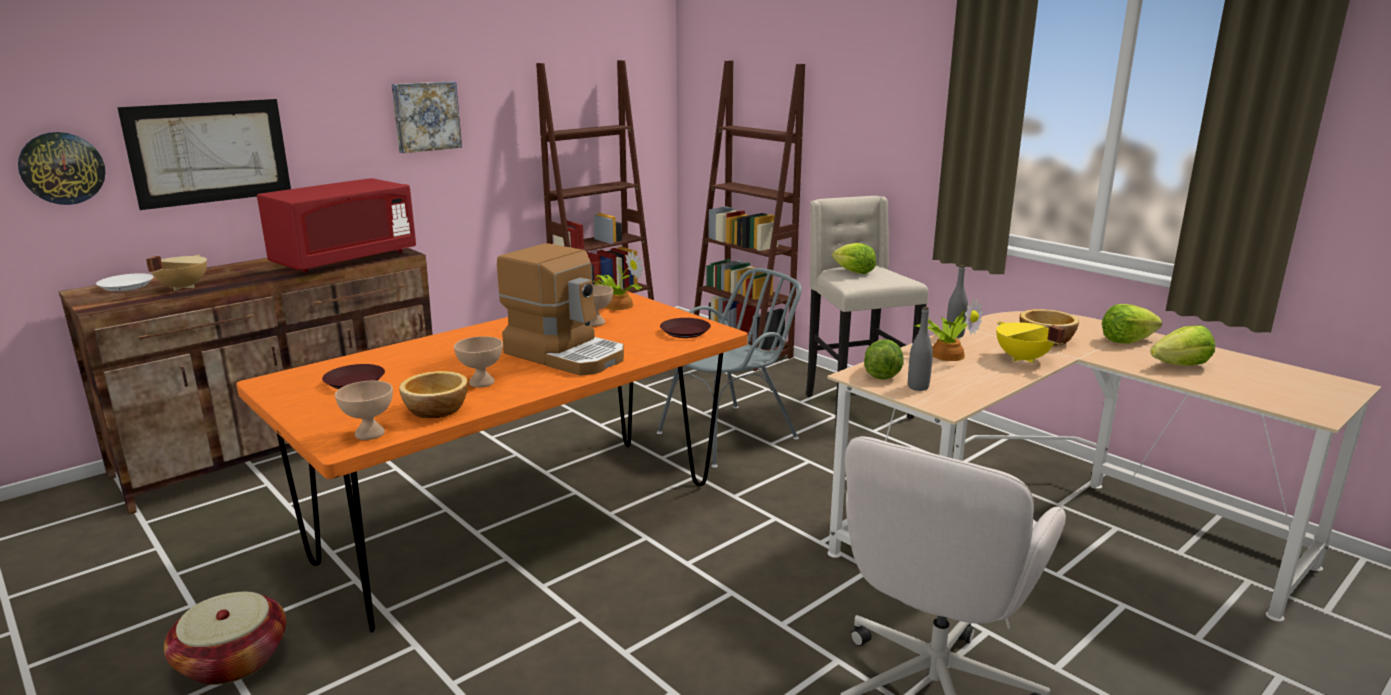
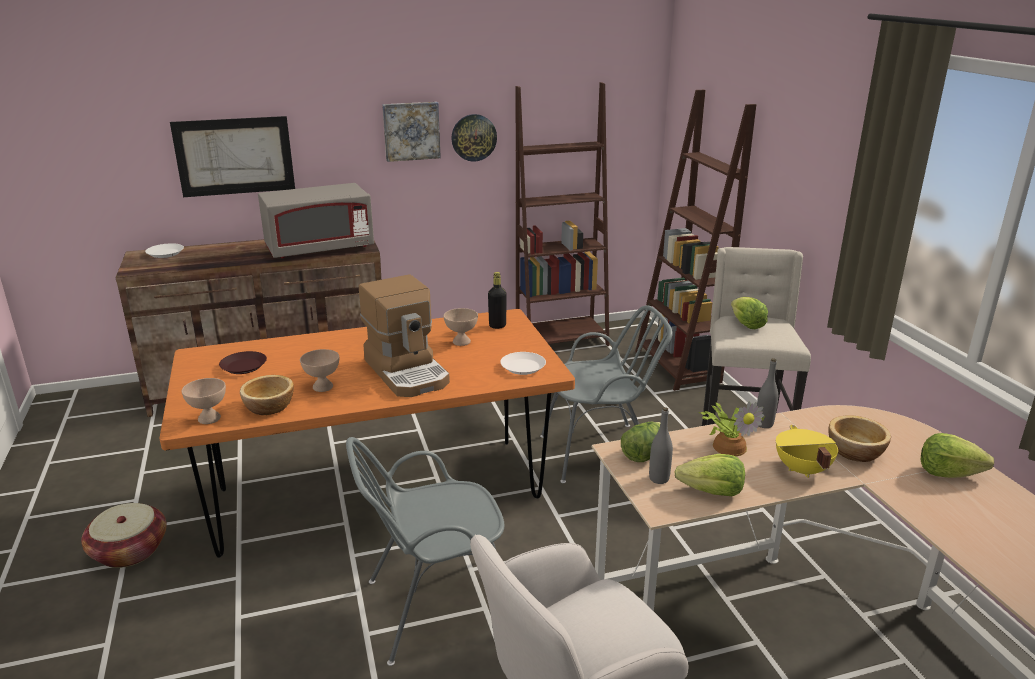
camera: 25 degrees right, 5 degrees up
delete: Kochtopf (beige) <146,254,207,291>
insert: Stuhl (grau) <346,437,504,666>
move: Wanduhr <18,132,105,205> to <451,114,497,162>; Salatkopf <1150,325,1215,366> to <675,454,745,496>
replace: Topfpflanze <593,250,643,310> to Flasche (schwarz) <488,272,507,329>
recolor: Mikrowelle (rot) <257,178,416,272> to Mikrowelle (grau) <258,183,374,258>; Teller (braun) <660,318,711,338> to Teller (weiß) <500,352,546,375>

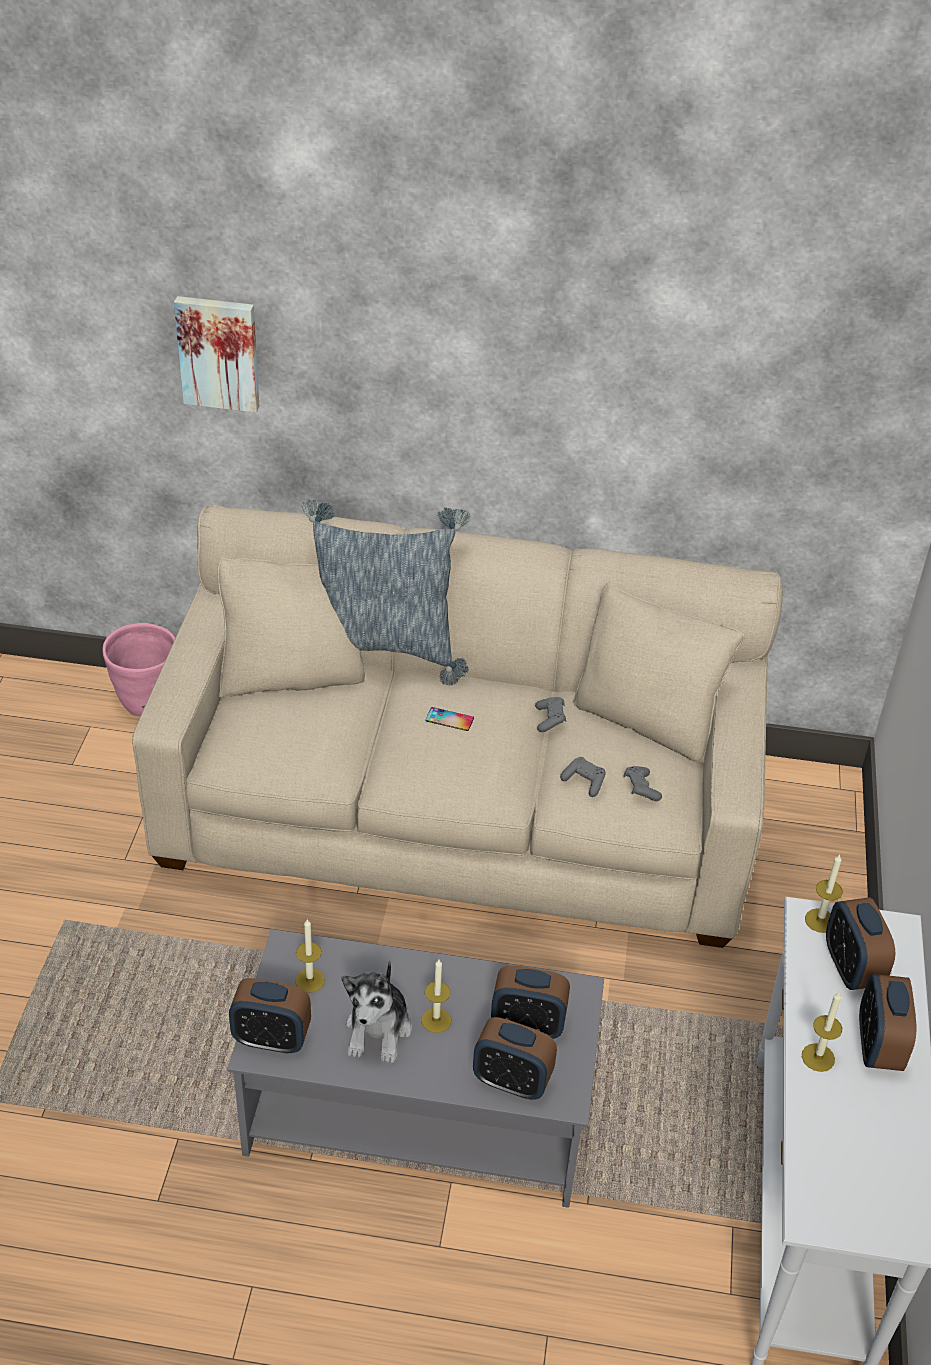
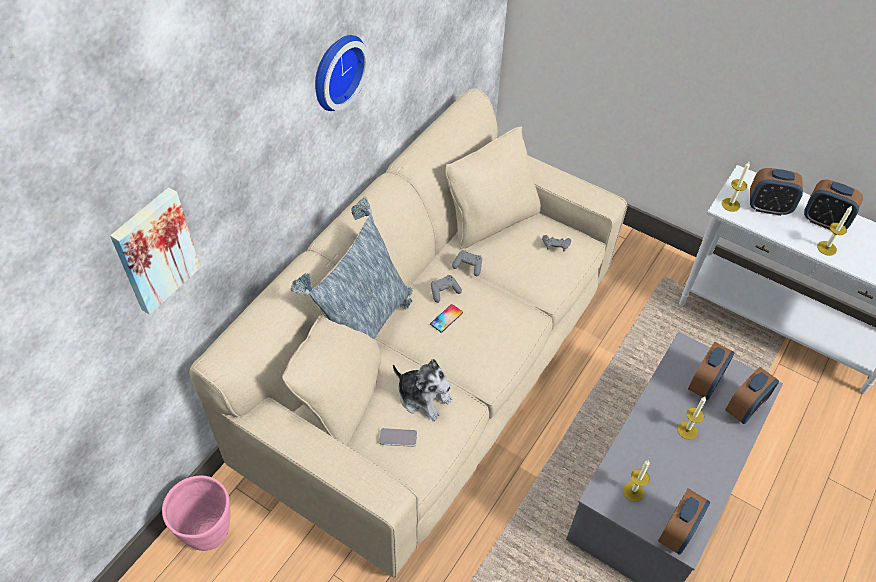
camera: 65 degrees left, 10 degrees up
insert: Wanduhr <315,35,369,111>; Handy <379,428,417,447>
move: Plüschtier <342,961,412,1063> to <393,359,453,421>; Gamepad (grau) <560,757,606,797> to <431,275,462,303>

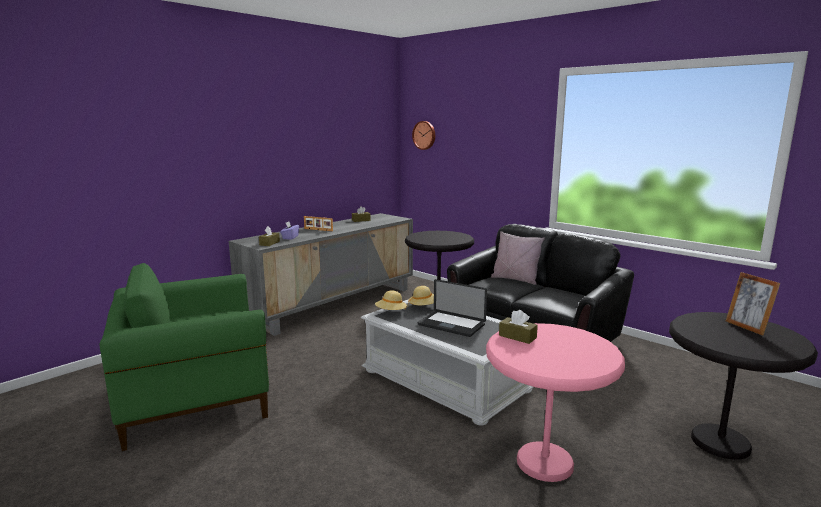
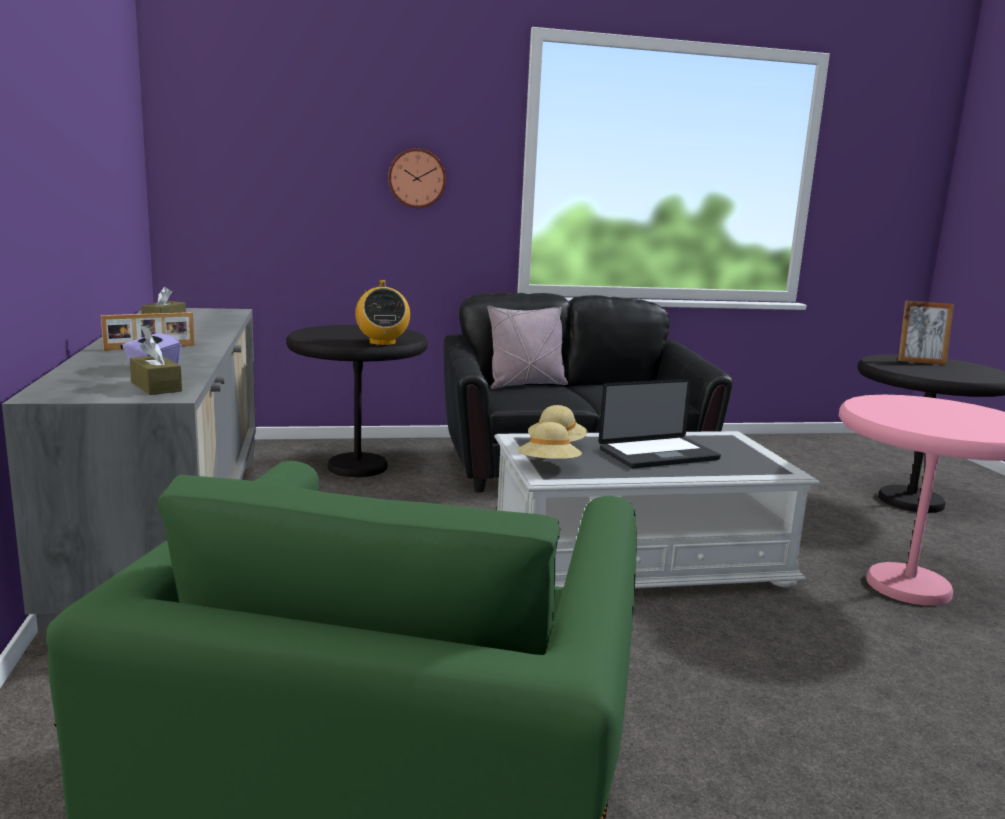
camera: 55 degrees left, 0 degrees up
delete: Taschentuchbox (braun) <499,310,538,344>
insert: Radio <355,280,410,346>
move: Wanduhr <412,121,435,150> to <388,148,446,208>

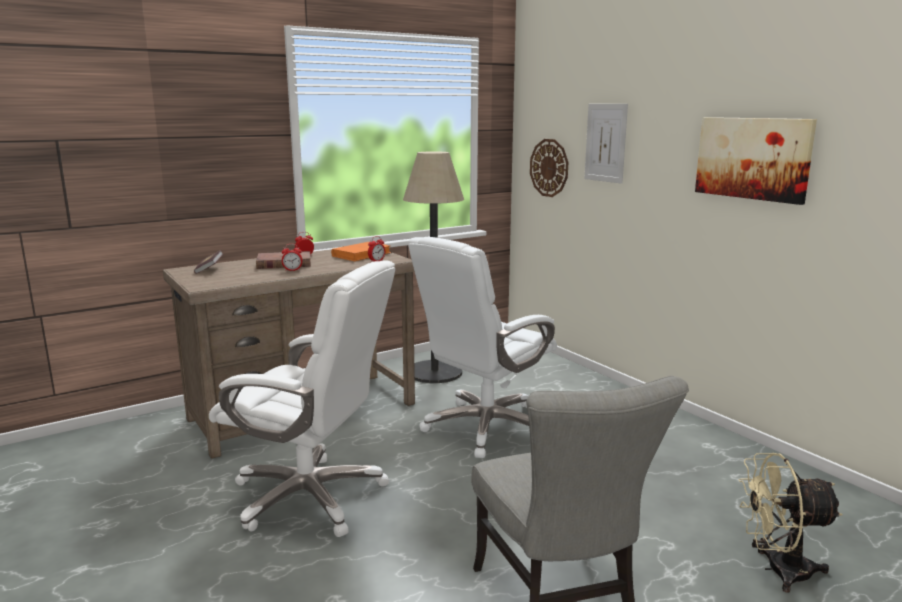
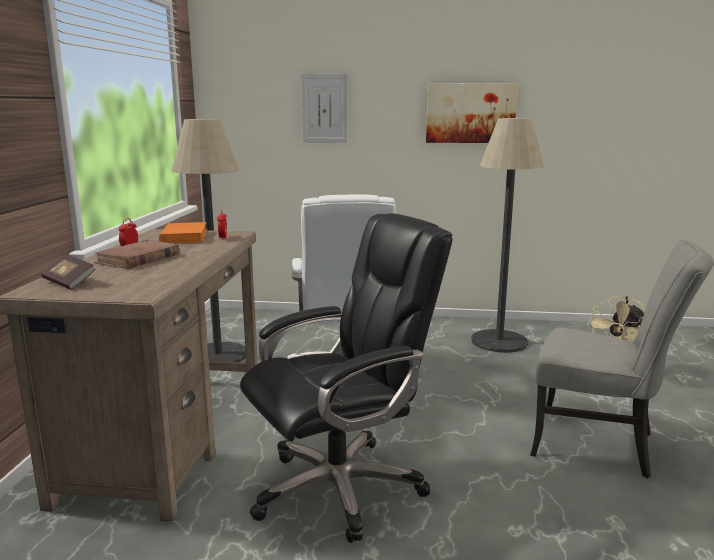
camera: 50 degrees left, 0 degrees up
delete: Wecker <282,244,303,271>; Wanduhr <530,139,568,197>
insert: Stehlampe <471,118,544,353>
recolor: Bürostuhl (weiß) <209,260,395,537> to Bürostuhl (schwarz) <240,213,453,543>

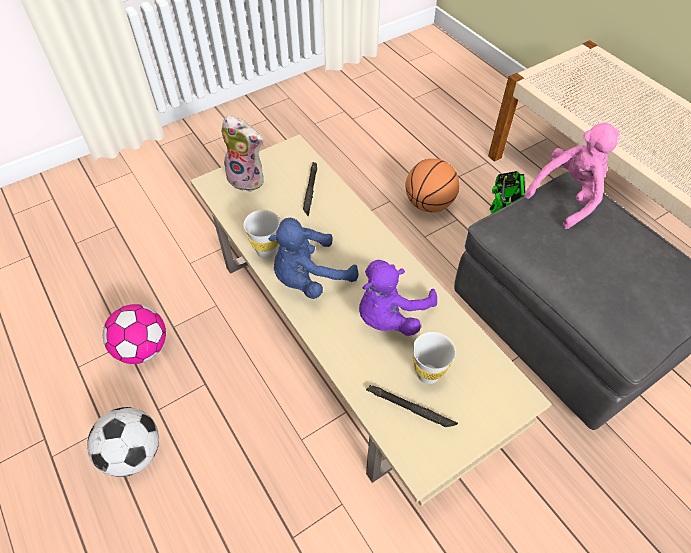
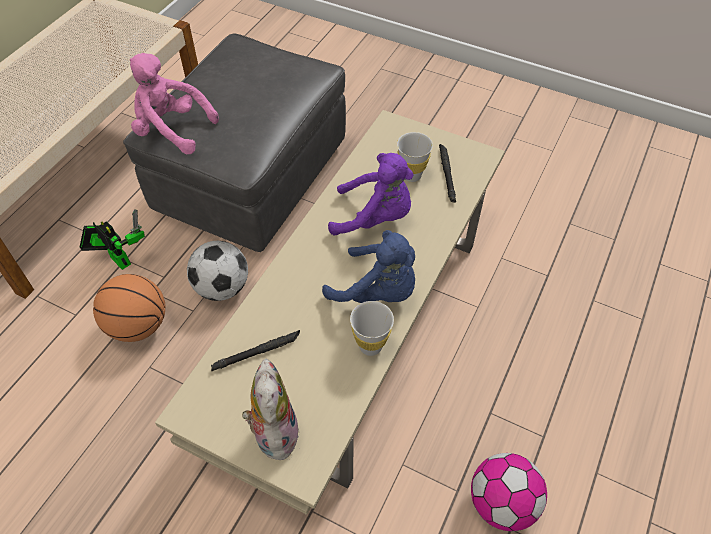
camera: 120 degrees left, 0 degrees up
move: Fußball <87,407,159,477> to <187,241,248,301>

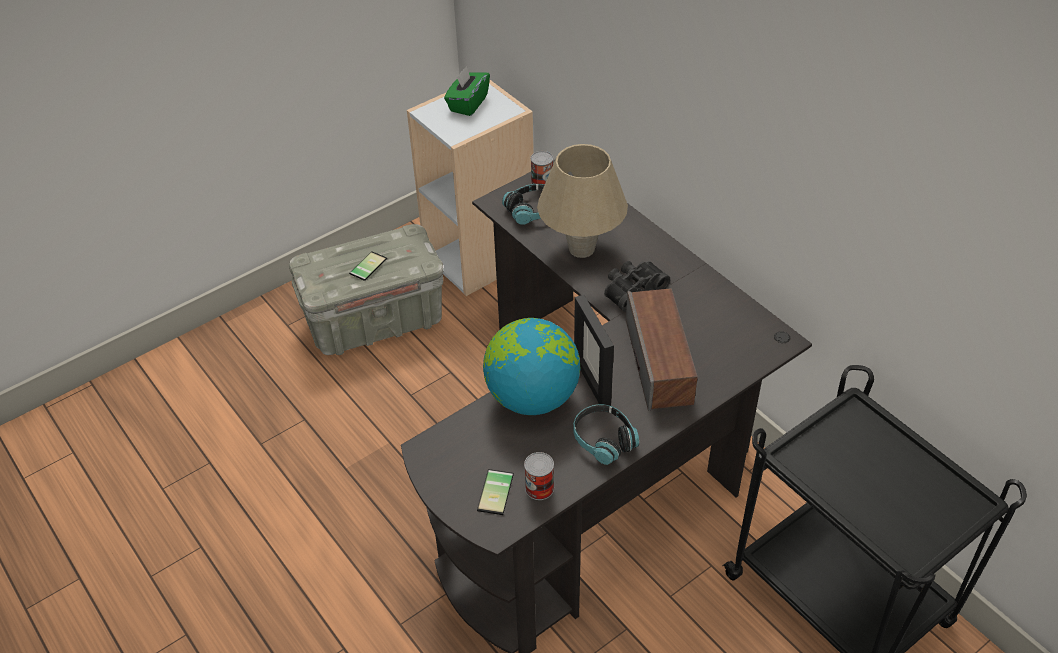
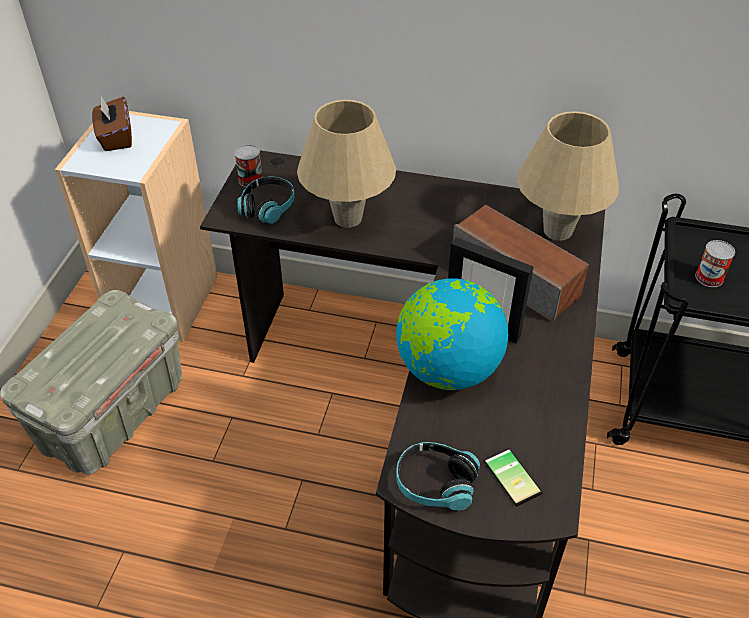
camera: 40 degrees left, 0 degrees up
delete: Handy <349,251,387,281>; Fernglas (schwarz) <604,261,670,312>
insert: Tischlampe (beige) <517,111,619,241>
move: Dose <524,452,554,500> to <695,240,735,287>; Kopfhörer <573,404,639,465> to <396,442,480,511>
recolor: Taschentuchbox (grün) <444,66,490,116> to Taschentuchbox (braun) <92,96,132,151>

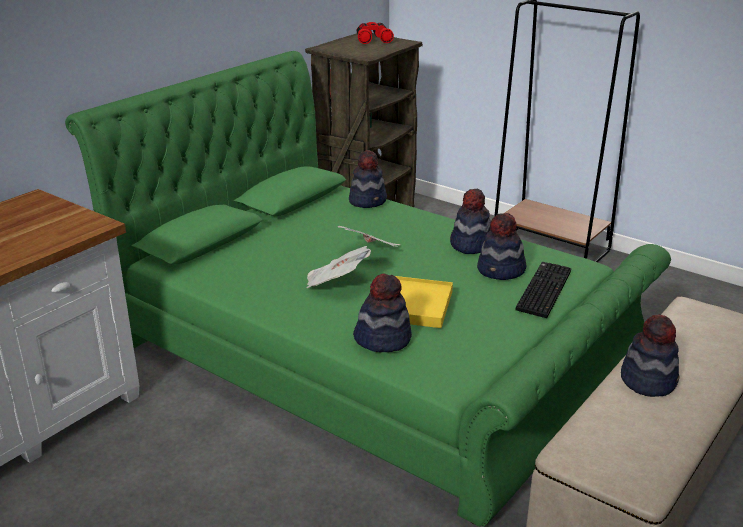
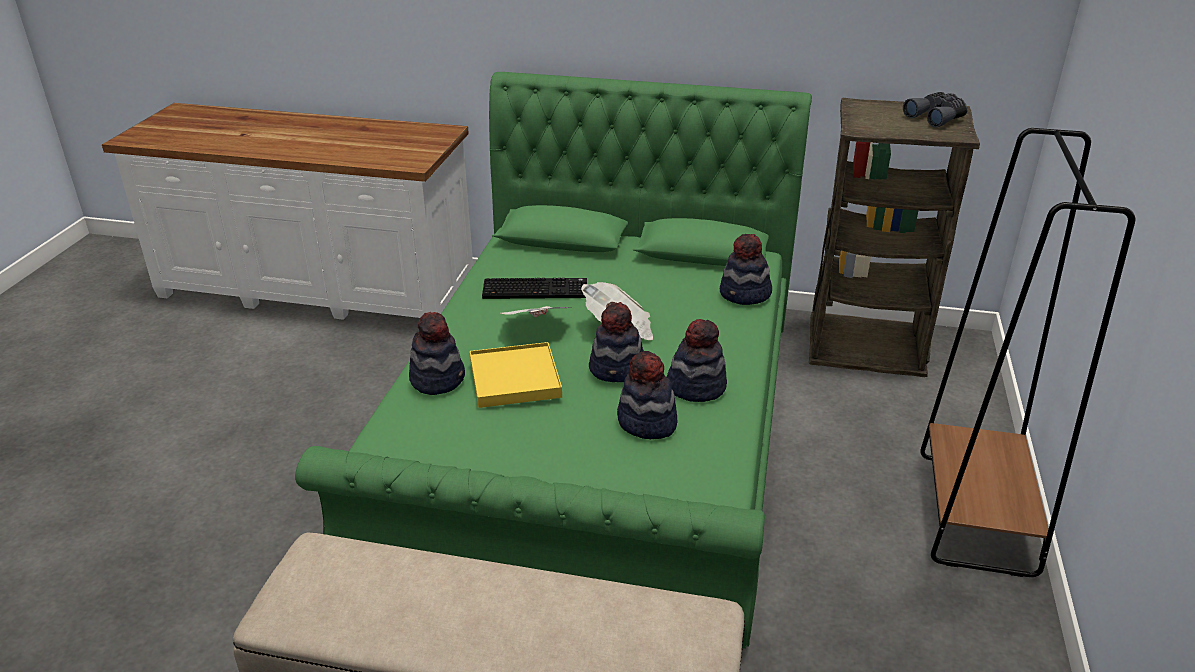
camera: 65 degrees right, 5 degrees up
move: Tastatur <515,262,571,318> to <482,278,587,299>; Hut <621,314,679,397> to <589,302,644,382>
recolor: Fernglas (rot) <357,22,394,44> to Fernglas (grau) <903,92,968,127>

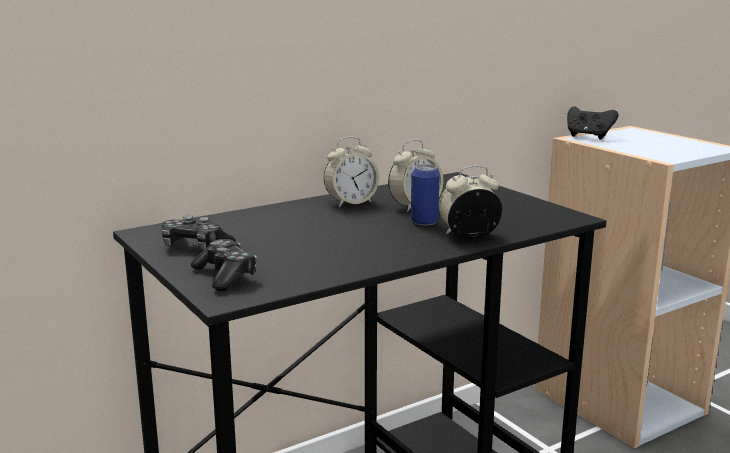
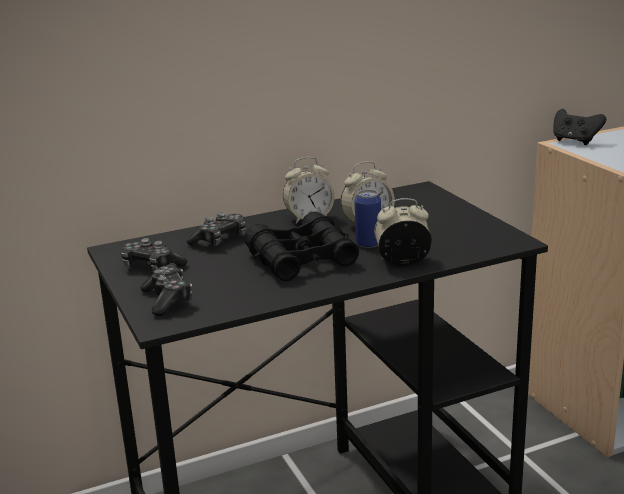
camera: 10 degrees right, 5 degrees up
insert: Gamepad <187,213,246,246>; Fernglas (schwarz) <245,212,359,281>

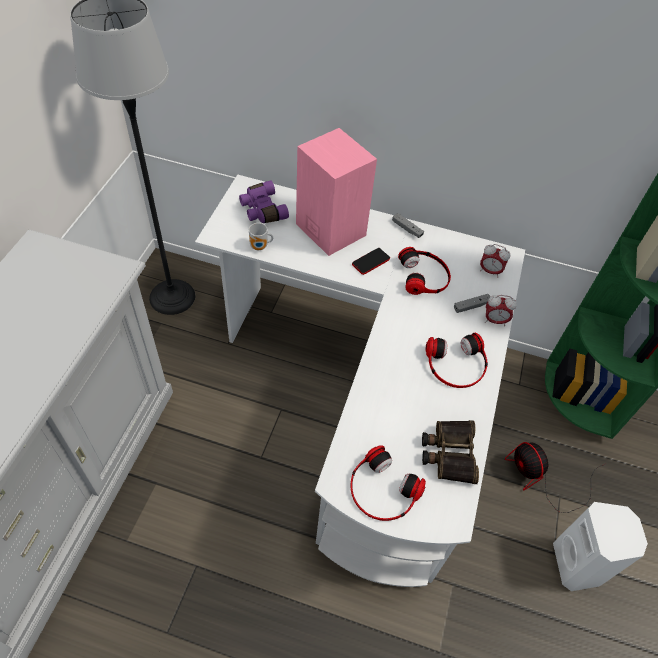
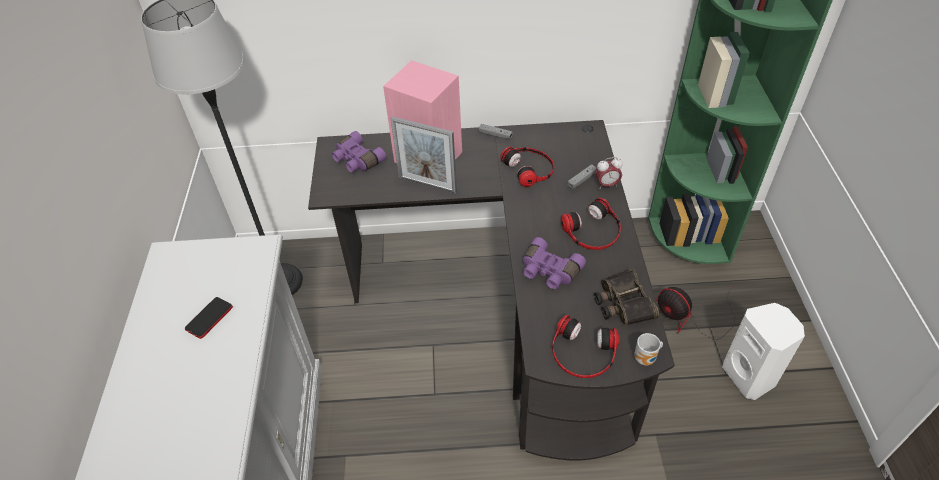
camera: 15 degrees left, 5 degrees down
delete: Wecker <480,244,510,278>
insert: Bilderrahmen <391,116,457,194>; Fernglas (lila) <523,237,586,289>
move: Henkelbecher <249,223,273,250> to <634,333,663,365>; Handy <352,248,390,275> to <185,297,233,339>
recolor: Schreibtisch (weiß) <195,174,525,587> to Schreibtisch (schwarz) <308,120,675,461>

